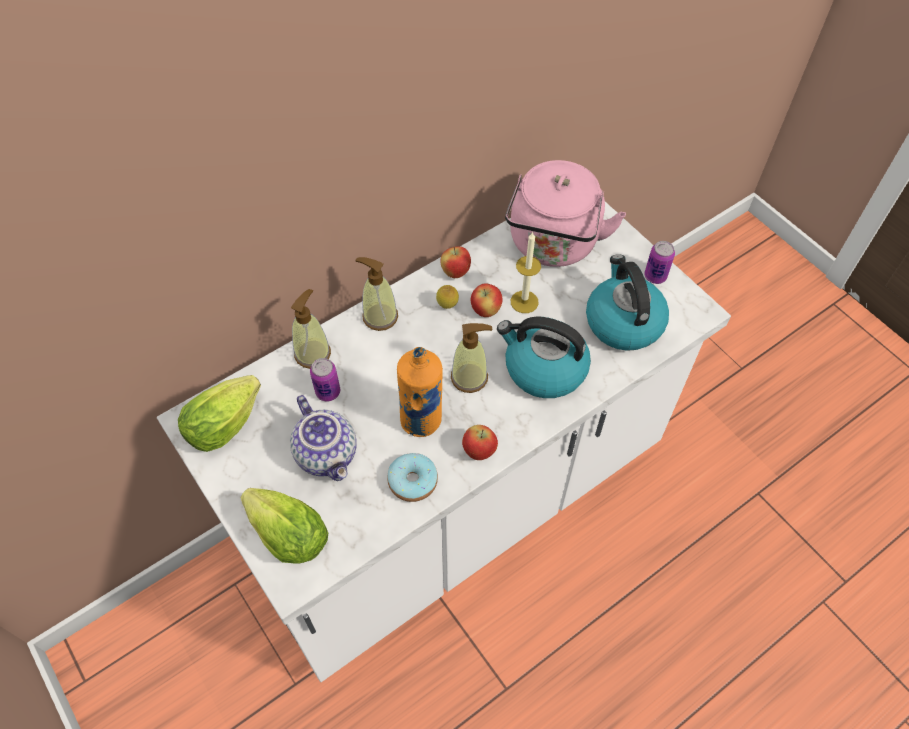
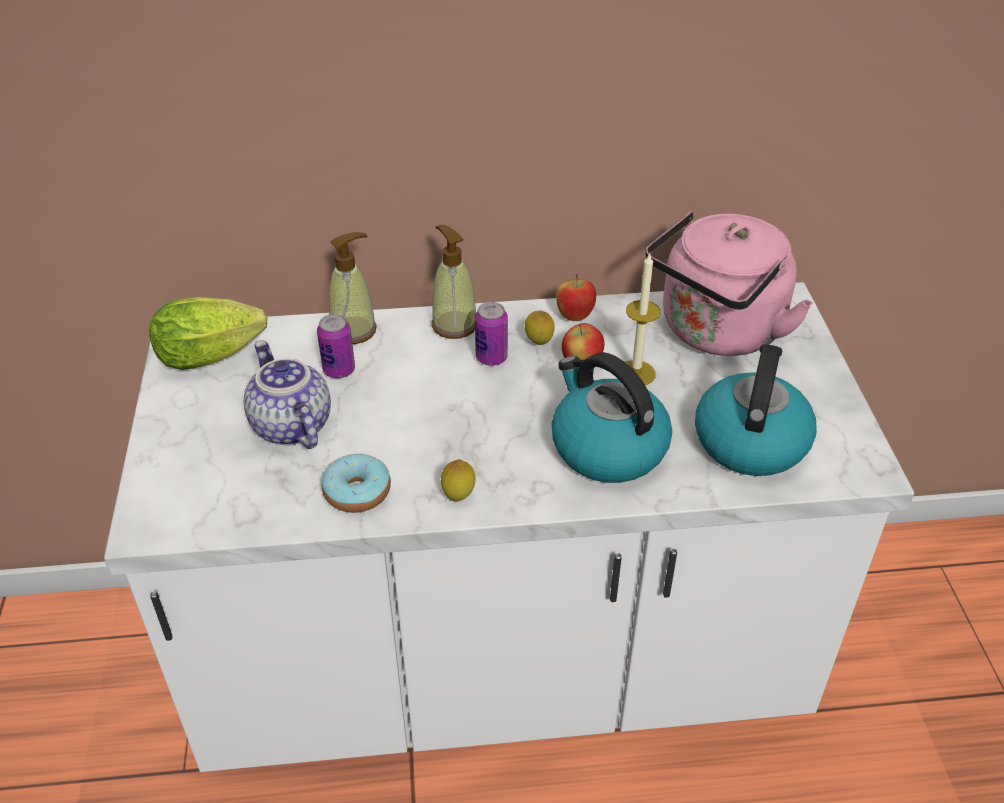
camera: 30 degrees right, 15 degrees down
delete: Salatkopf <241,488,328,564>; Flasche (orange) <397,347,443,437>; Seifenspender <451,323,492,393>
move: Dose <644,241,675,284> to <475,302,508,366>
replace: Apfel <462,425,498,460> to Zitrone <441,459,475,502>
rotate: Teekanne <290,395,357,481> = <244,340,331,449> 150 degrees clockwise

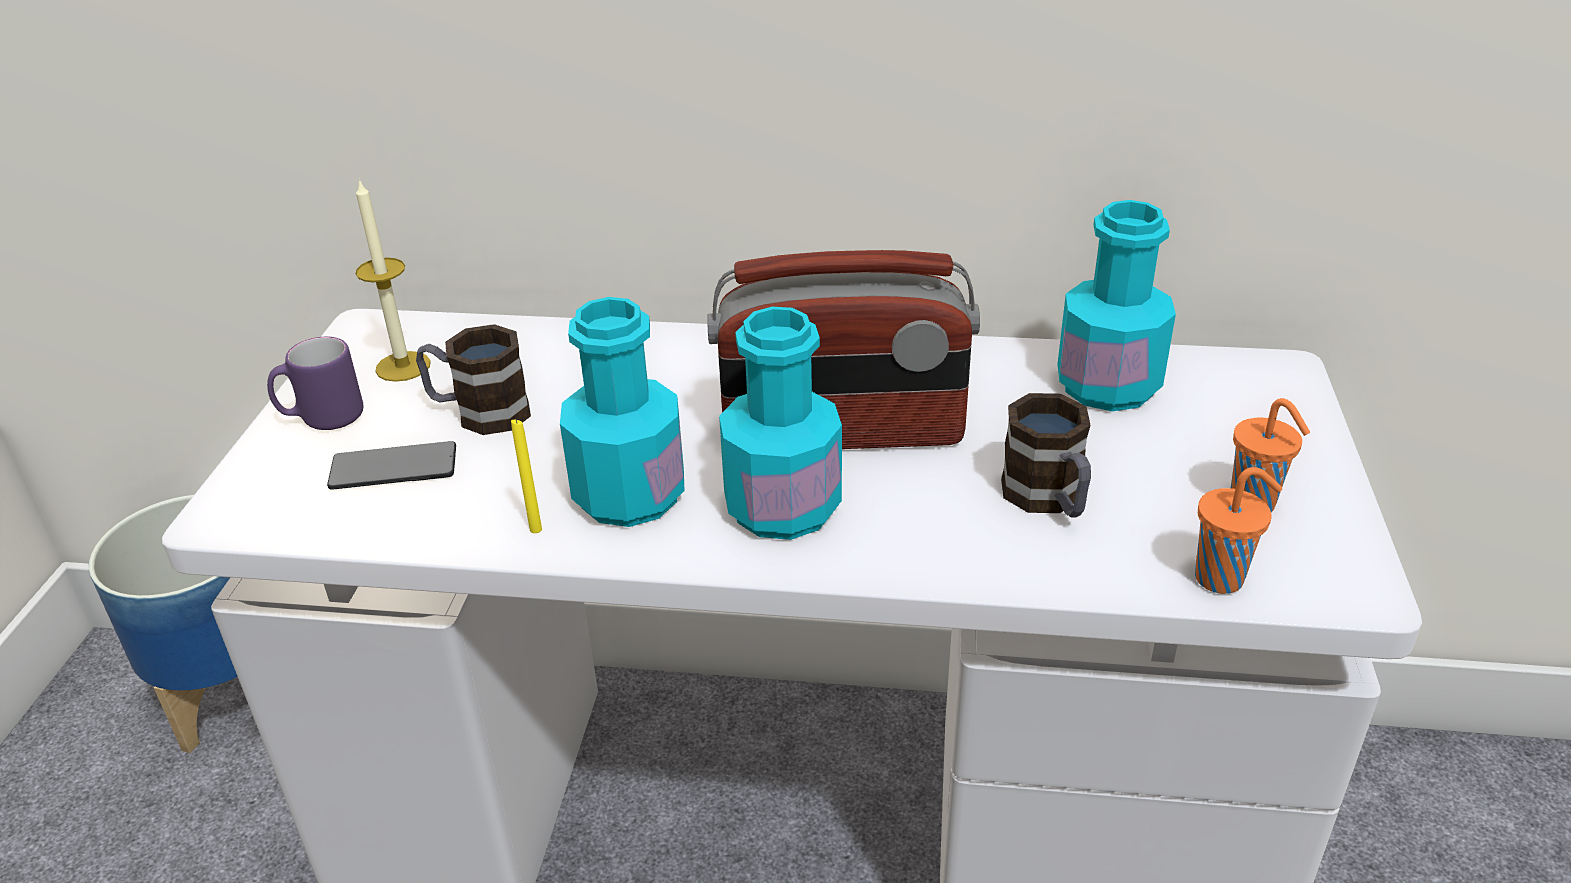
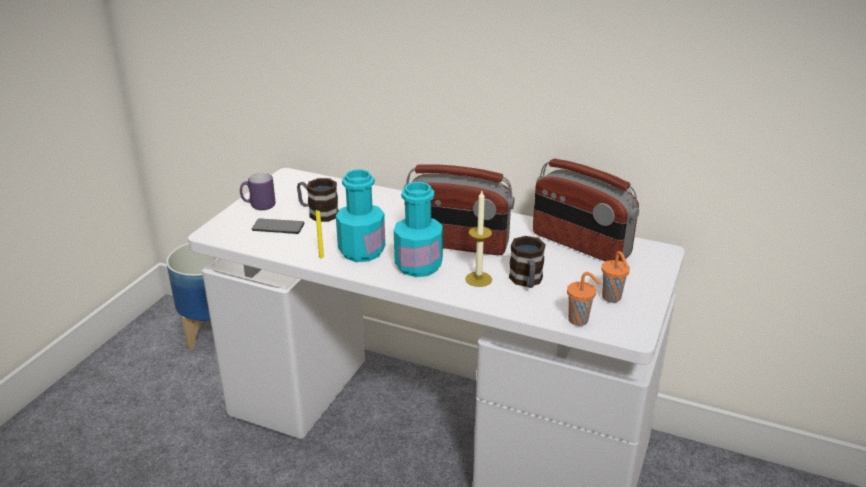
camera: 15 degrees right, 5 degrees down
move: Kerze <355,179,431,382> to <465,191,492,287>
replace: Flasche (türkis) <1057,200,1176,411> to Radio <533,159,639,262>

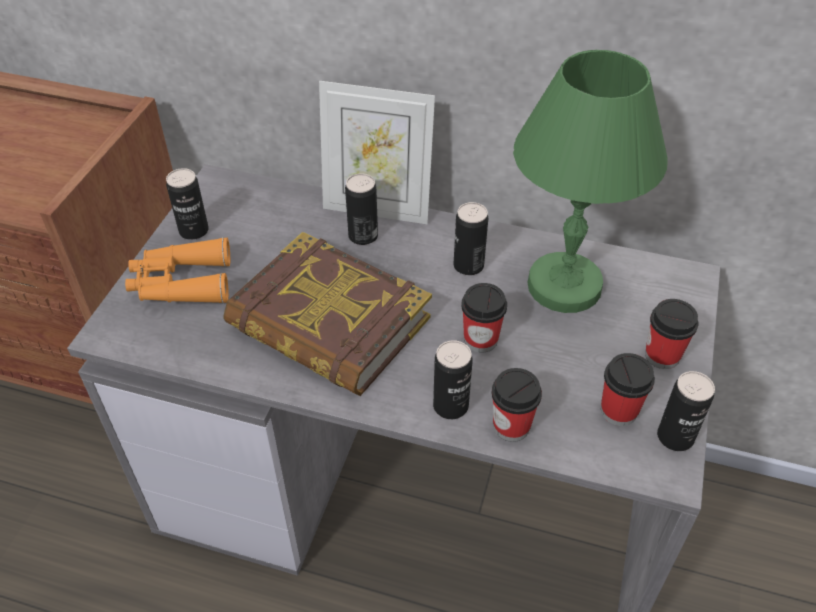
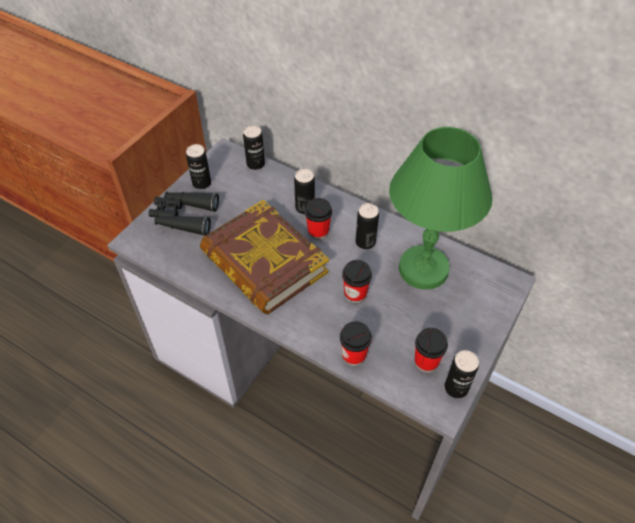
camera: 15 degrees right, 5 degrees up
delete: Bilderrahmen <319,81,435,224>
move: Dose <433,340,473,419> to <243,125,265,170>; Tasse <645,299,698,369> to <305,198,332,240>
recolor: Fernglas (orange) <125,237,230,304> to Fernglas (schwarz) <149,192,219,236>

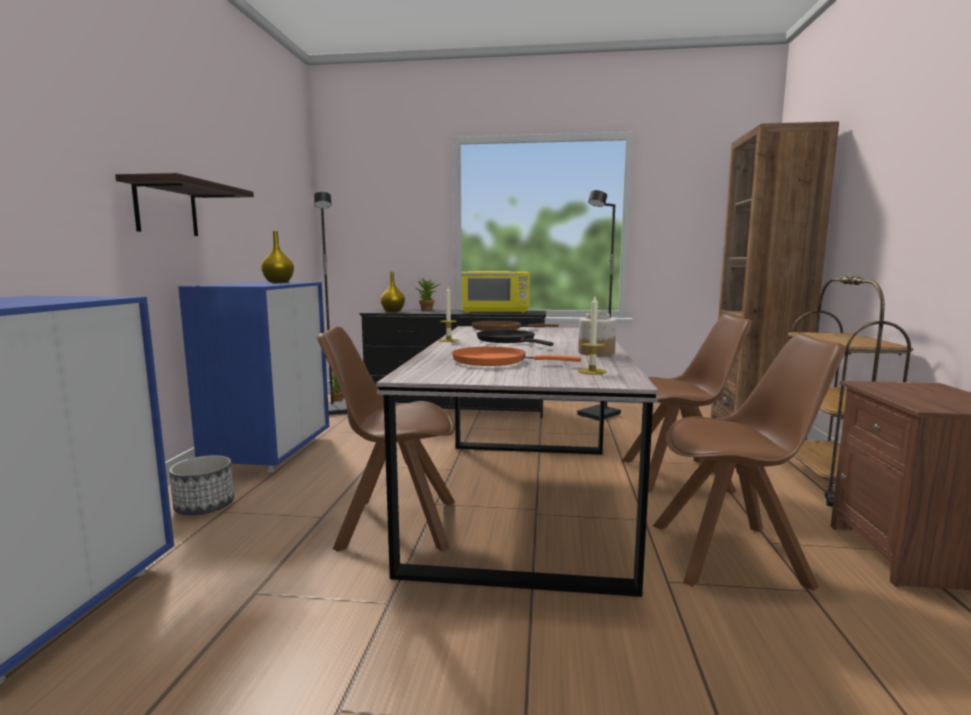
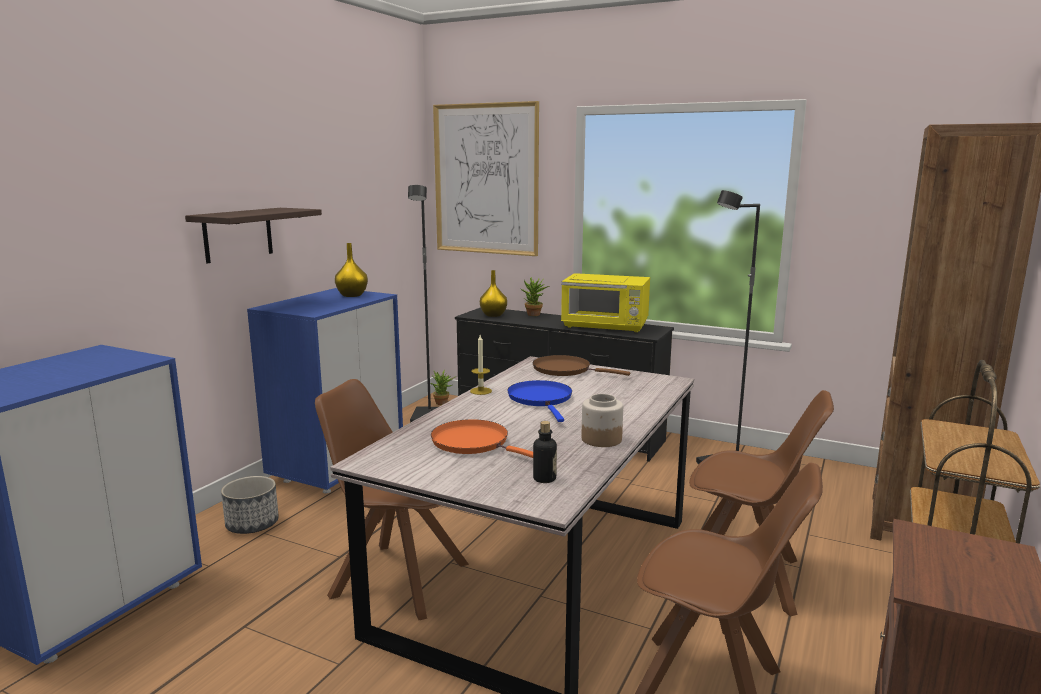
camera: 20 degrees right, 5 degrees up
insert: Bild <433,101,539,256>
replace: Kerze <578,296,607,375> to Flasche <533,421,557,483>
recolor: Pfanne (schwarz) <476,330,554,346> to Pfanne (blau) <507,380,572,422>

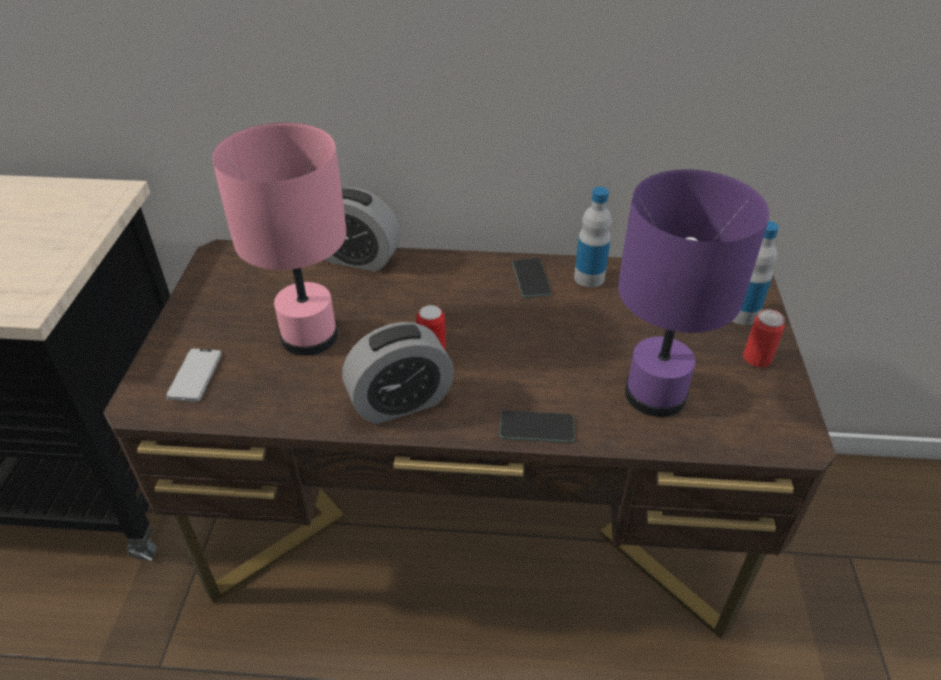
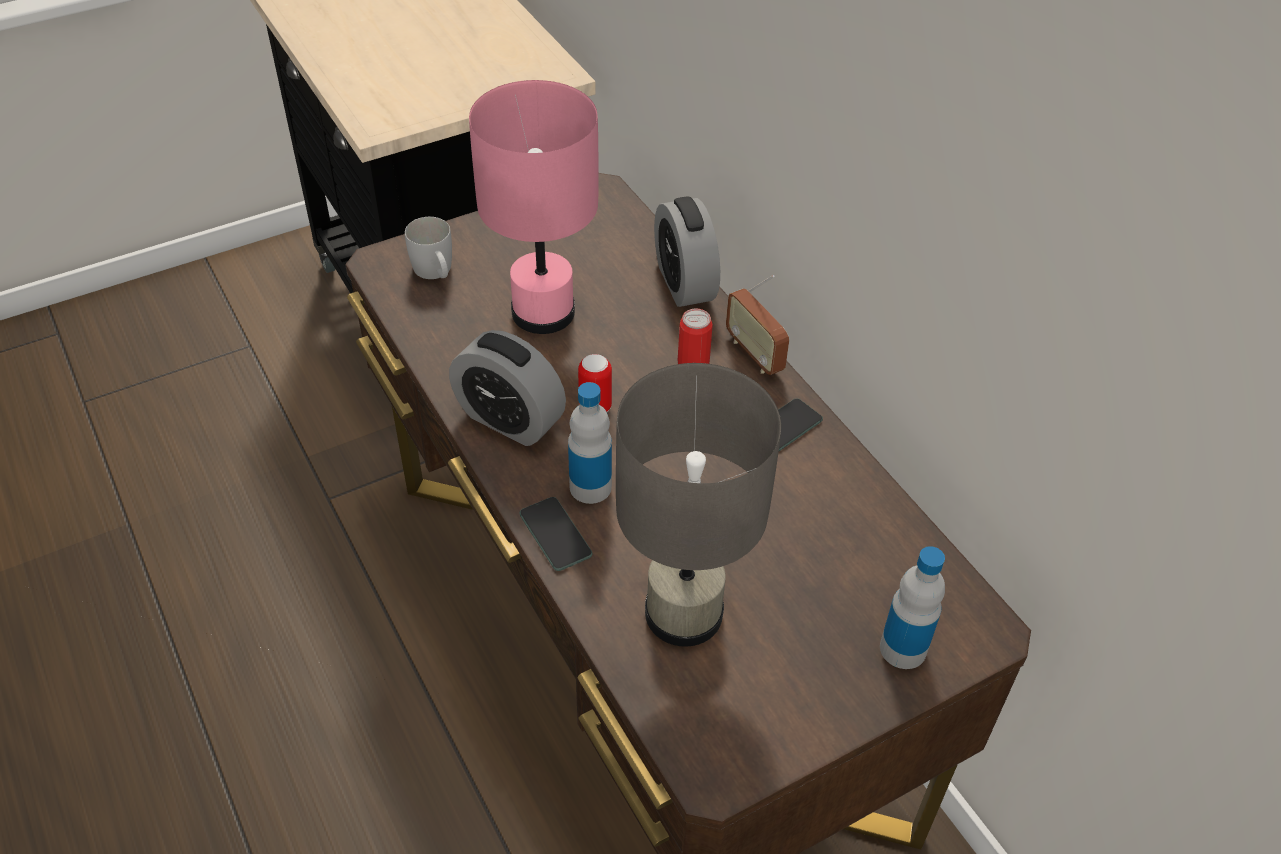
camera: 55 degrees right, 5 degrees up
insert: Radio <726,275,789,375>
move: Flasche <574,187,612,288> to <568,382,612,504>; Dose <743,309,785,367> to <678,309,713,364>
replace: Handy <166,348,222,402> to Henkelbecher (weiß) <405,217,452,279>
recolor: Tischlampe (lila) <618,170,769,417> to Tischlampe (grau) <616,363,781,647>

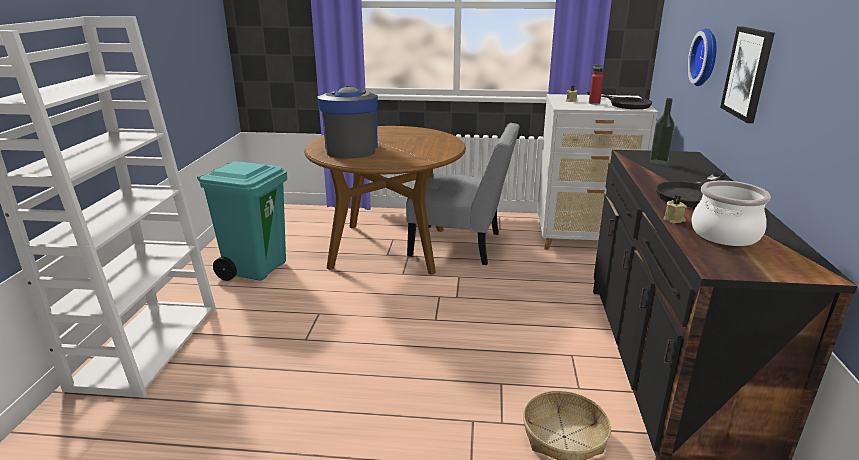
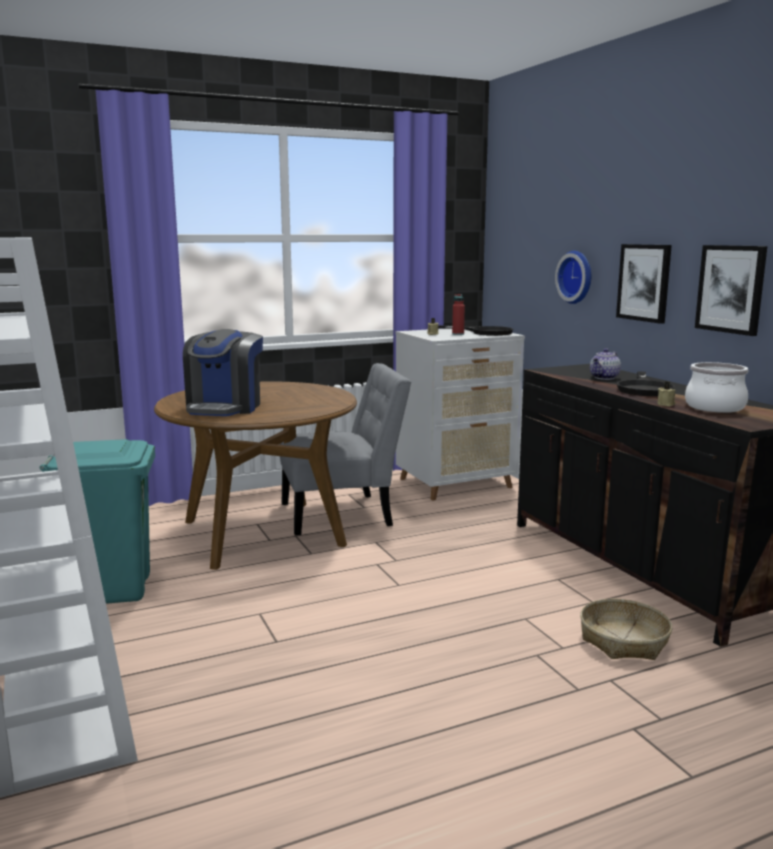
camera: 30 degrees left, 10 degrees down
delete: Flasche <650,98,675,165>
insert: Teekanne <590,348,621,380>; Bild <695,245,767,336>
rotate: Kaffeemaschine <317,86,378,158> = <183,329,263,416> 135 degrees counterclockwise

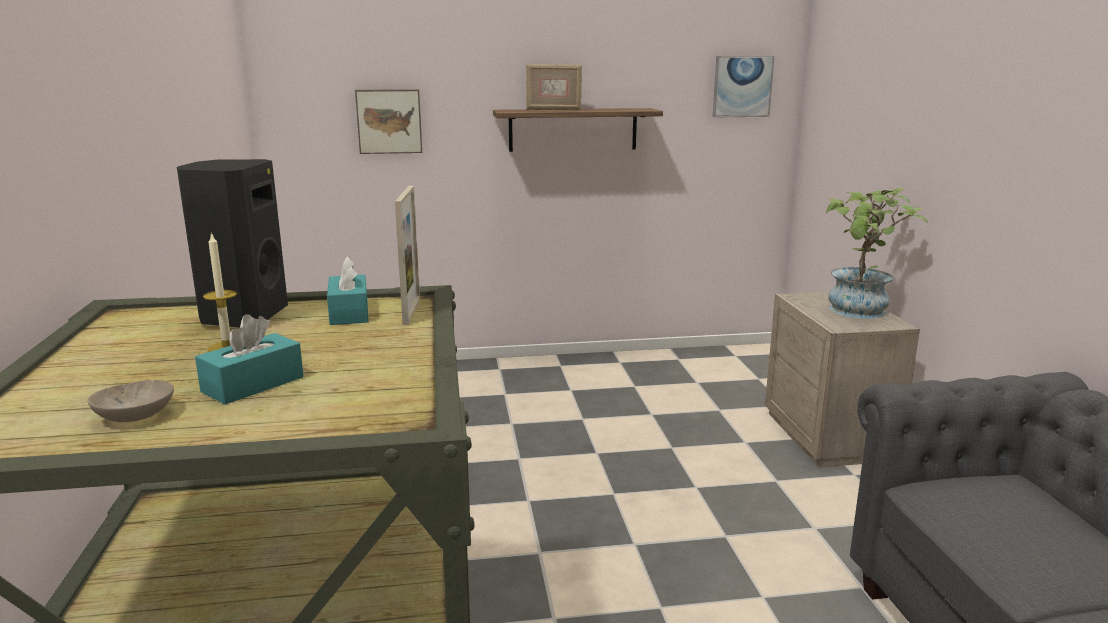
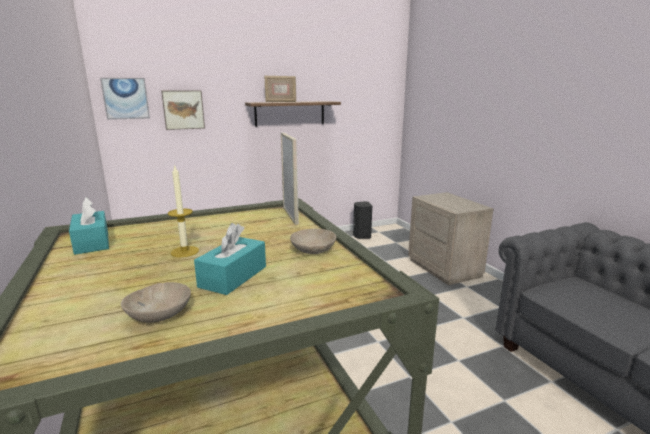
camera: 15 degrees left, 0 degrees up
delete: Topfpflanze <826,187,928,319>
insert: Schüssel (beige) <290,229,336,254>
move: Lautsprecher (schwarz) <177,159,288,328> to <353,201,372,239>; Taschentuchbox (türkis) <327,256,369,325> to <69,197,109,255>; Bild <713,56,774,118> to <100,78,150,120>

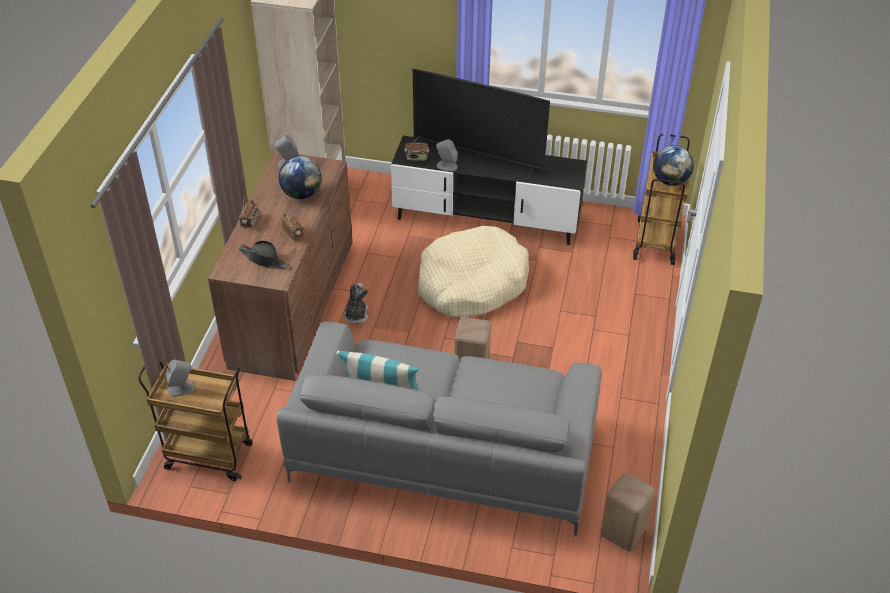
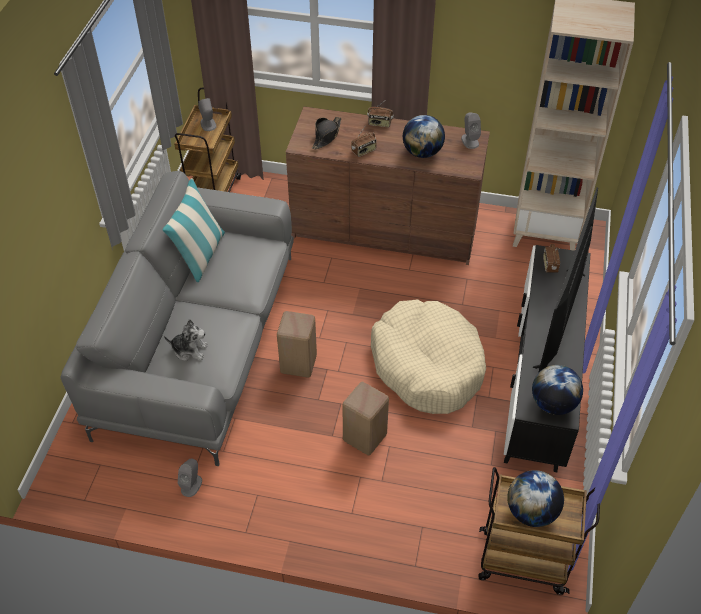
camera: 90 degrees right, 5 degrees up
insert: Globus <532,365,583,415>
move: Plüschtier <344,283,369,323> to <164,319,208,361>; Lautsprecher (grau) <436,139,458,171> to <178,459,202,497>; Hocker (beige) <600,472,655,552> to <342,382,389,455>

